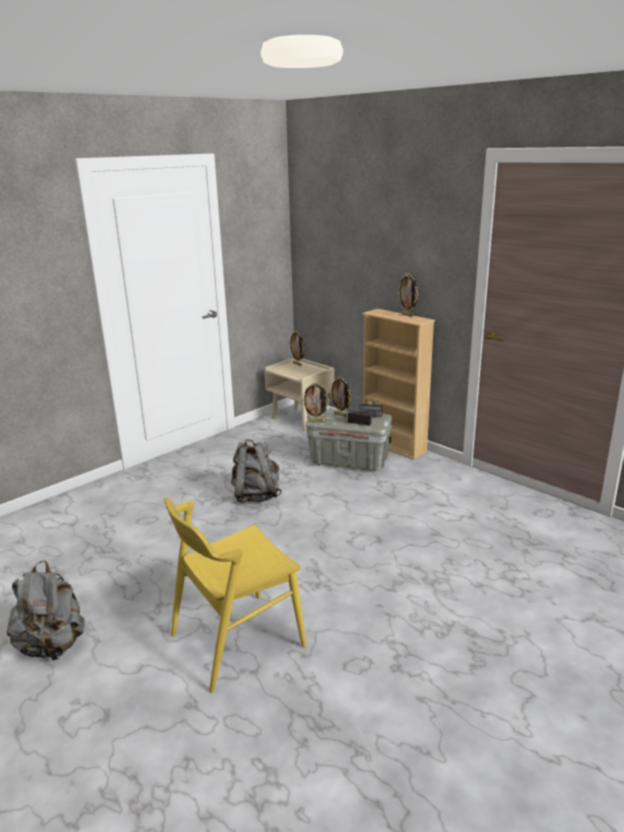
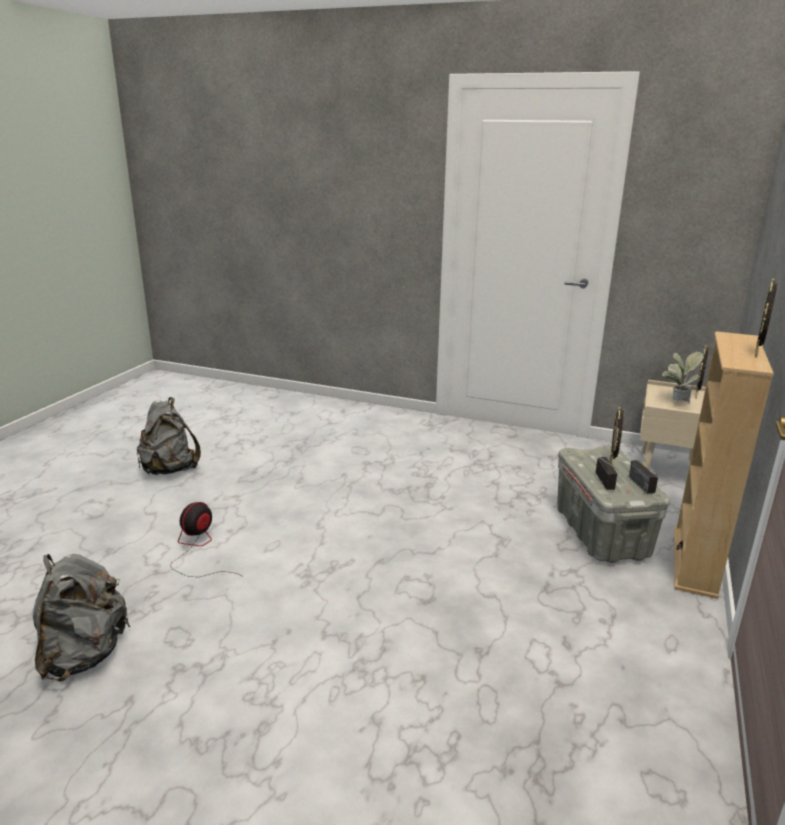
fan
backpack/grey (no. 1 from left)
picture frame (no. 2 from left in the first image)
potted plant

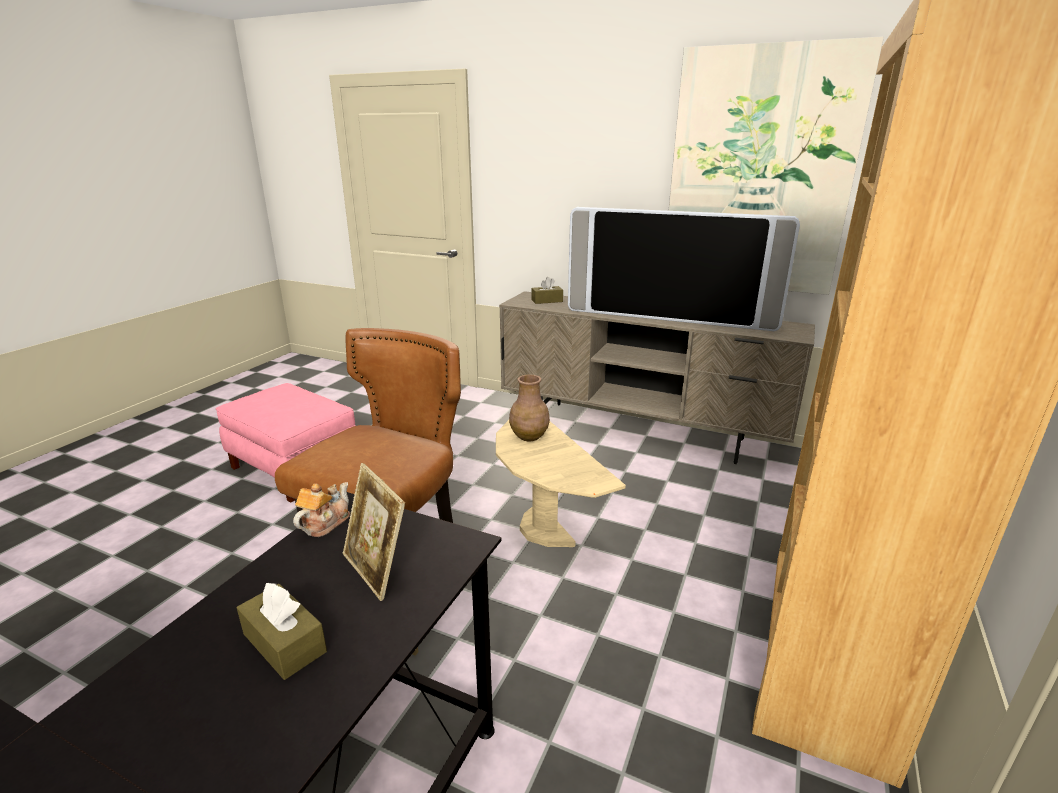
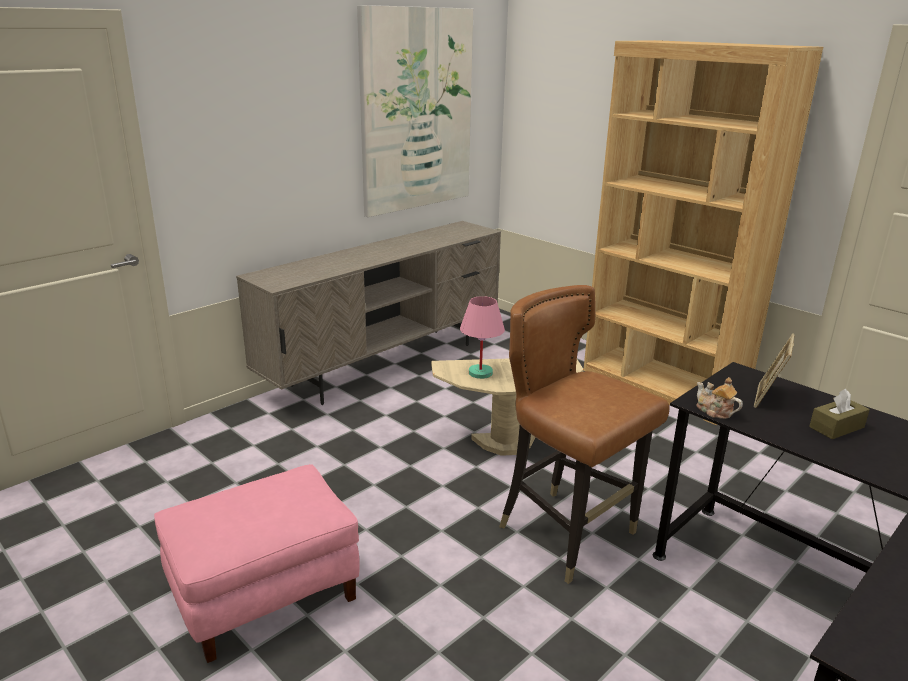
picture frame
table lamp/pink
tissue box/brown (no. 2 from left in the first image)
television

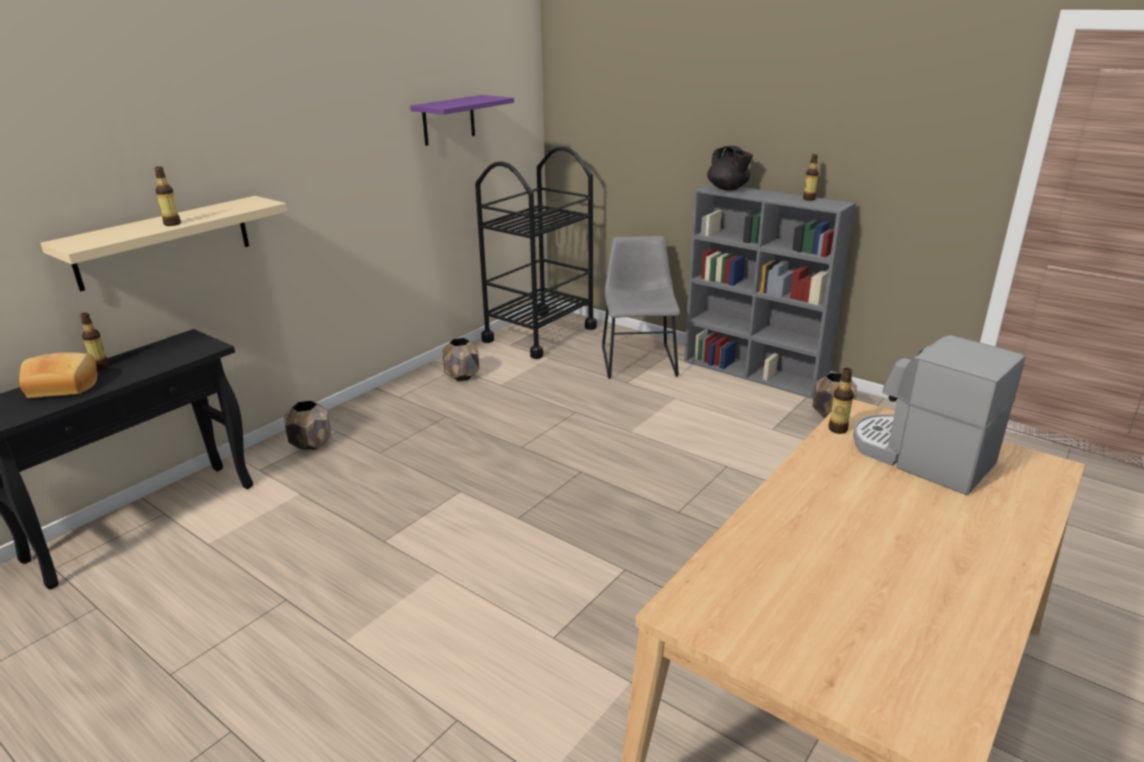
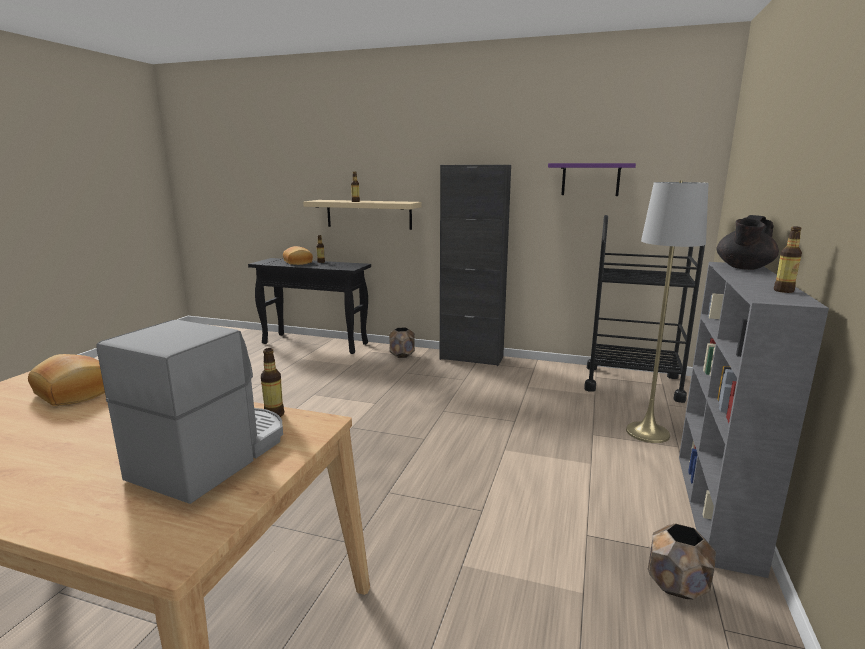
planter/brown (no. 2 from left in the first image)
floor lamp/grey
bread (no. 1 from left)
cabinet/black

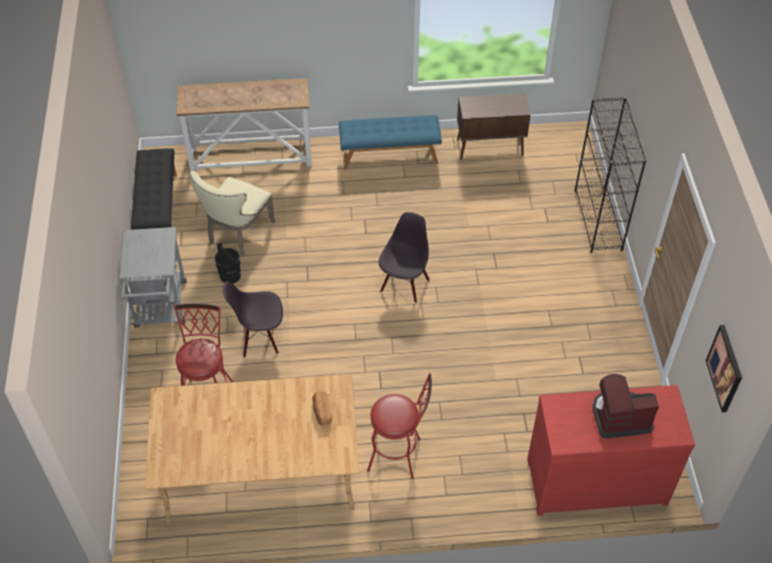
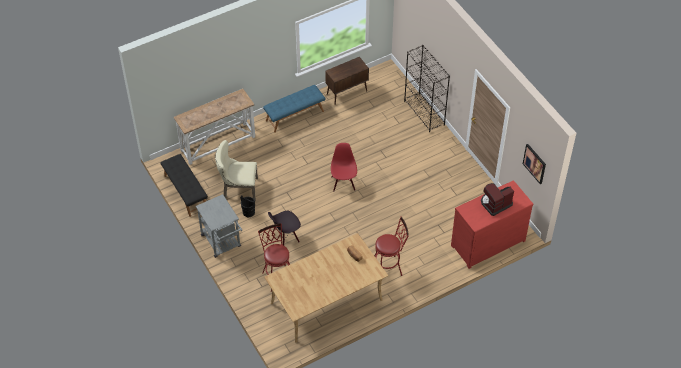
chair/beige
chair/red

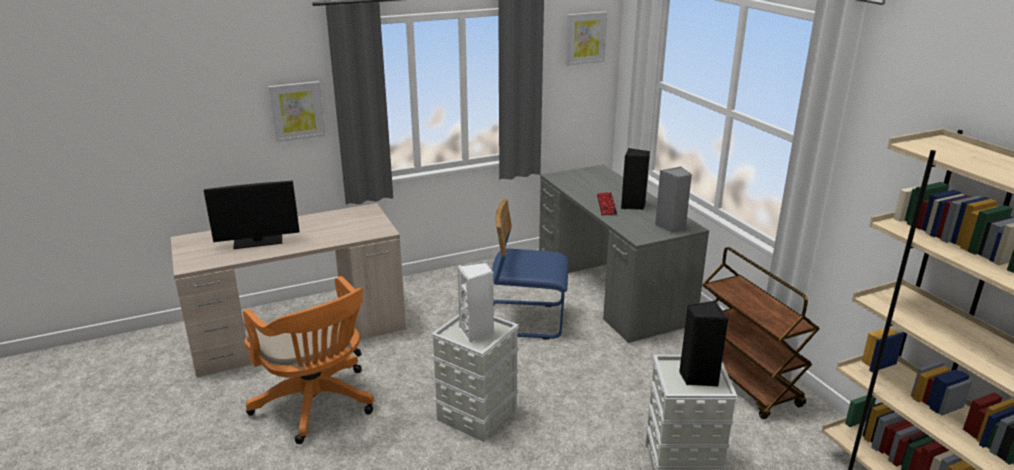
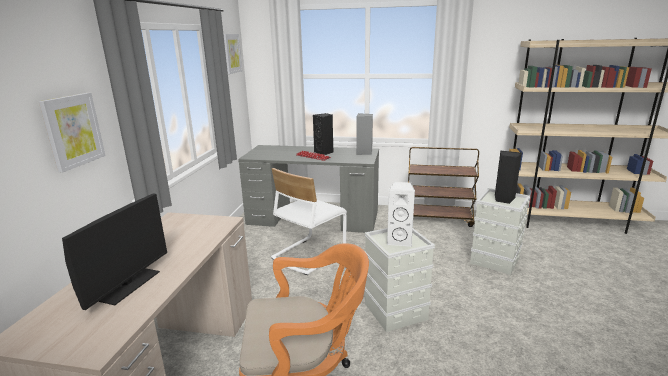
chair/white

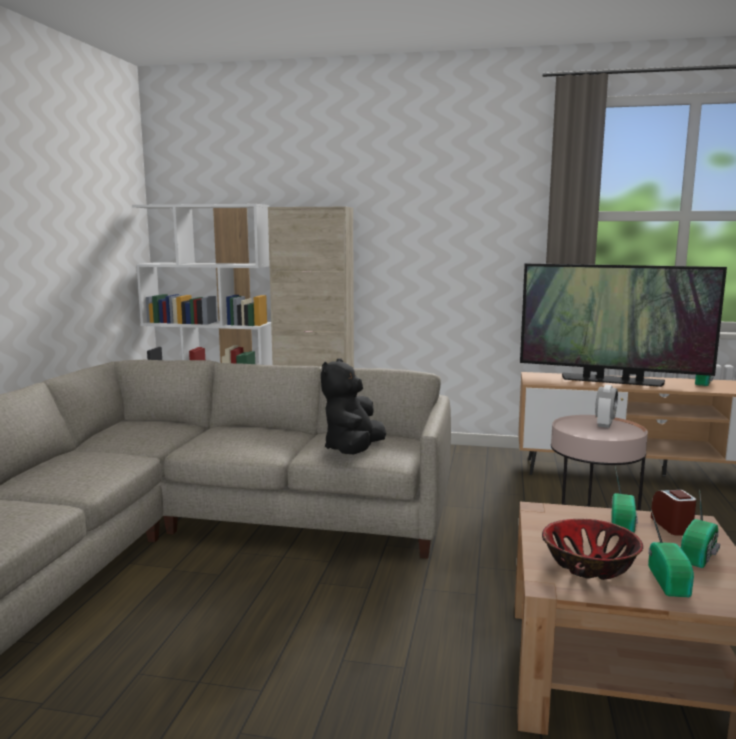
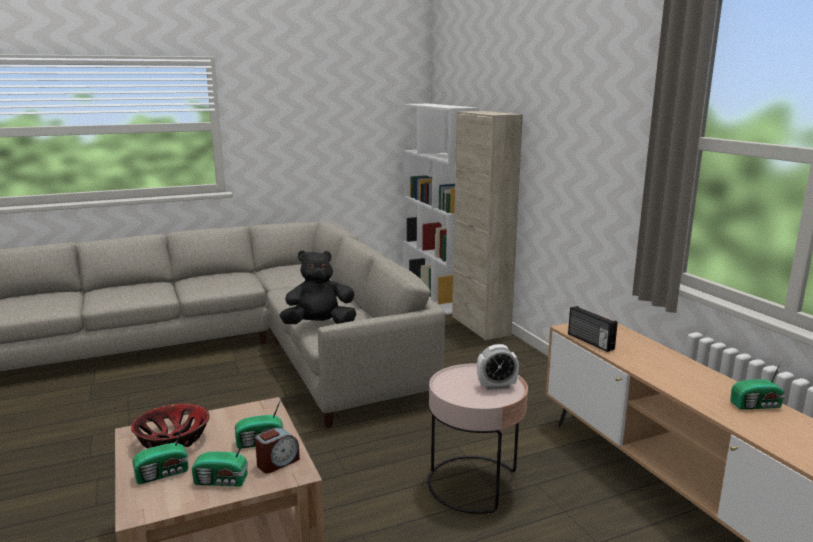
television
radio (no. 4 from left)

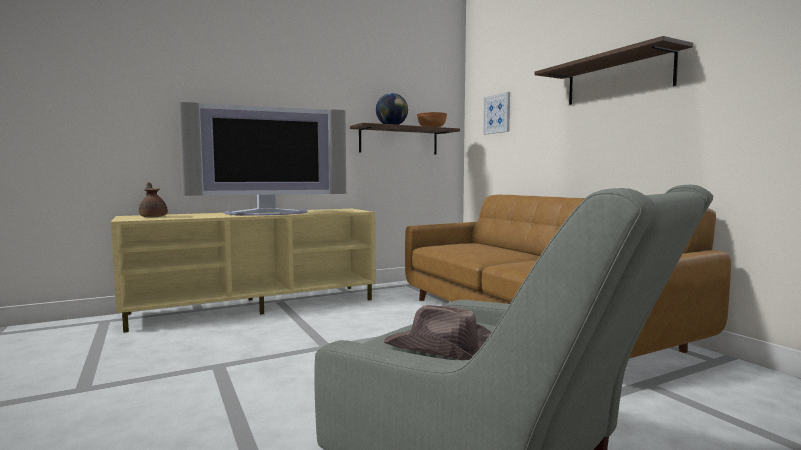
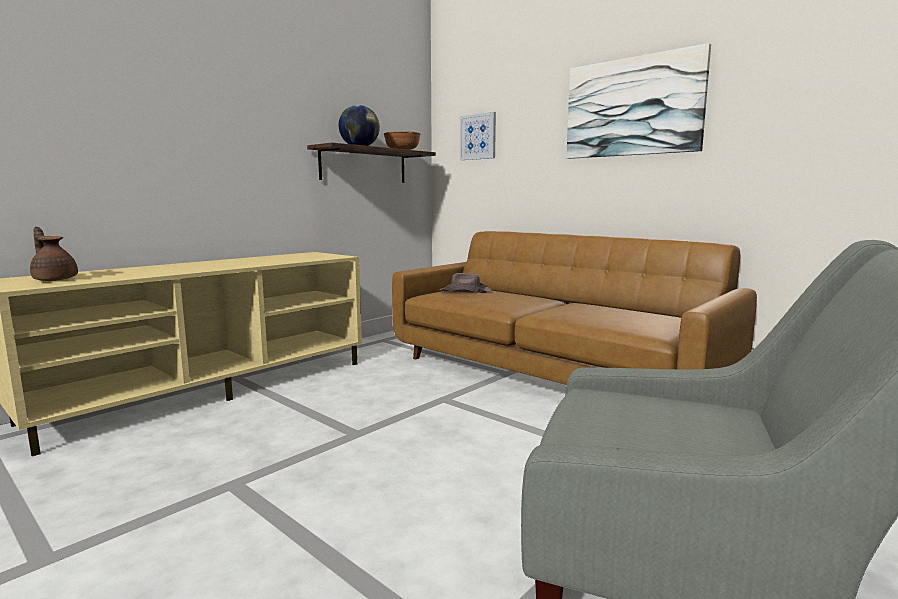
television
hat/brown
picture (no. 2 from left)

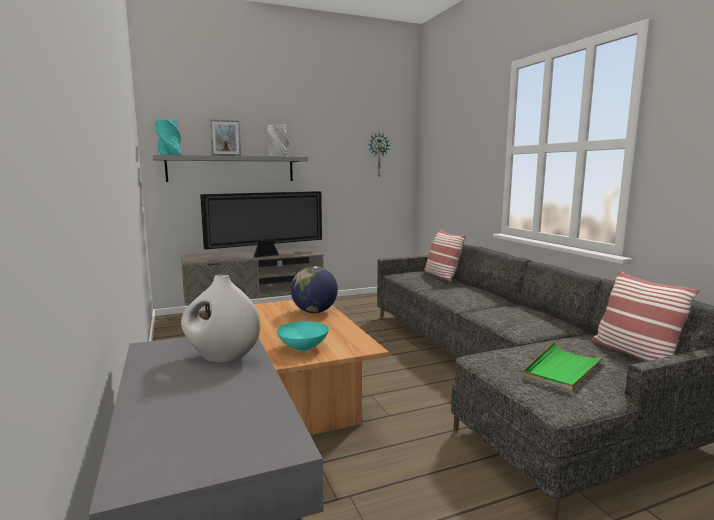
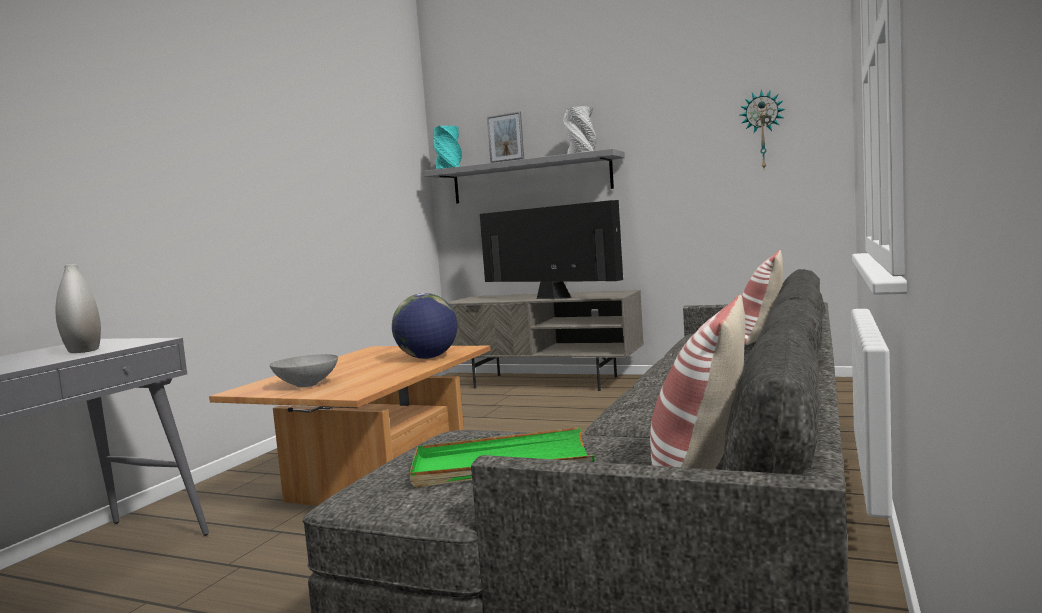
television
bowl/grey

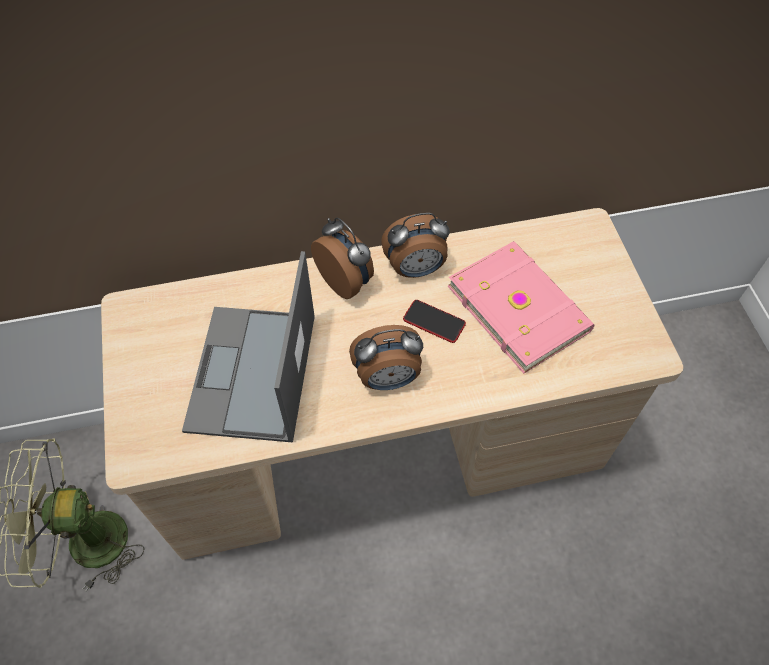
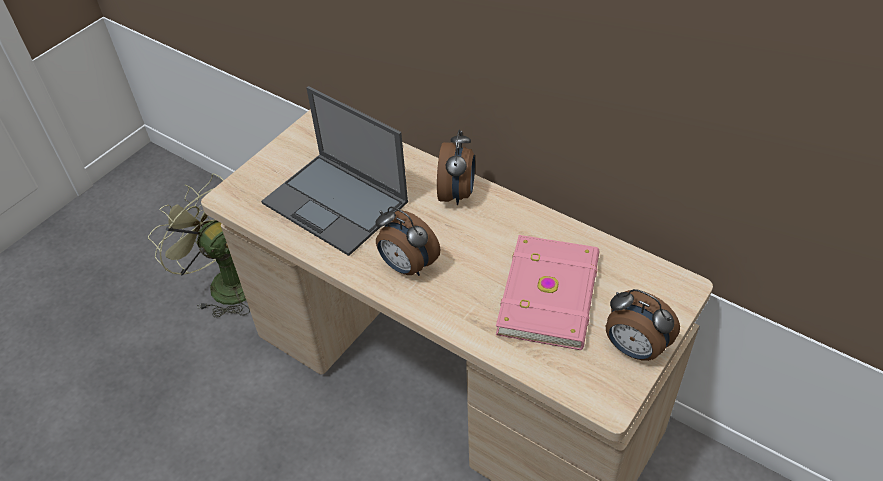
laptop
alarm clock (no. 3 from left)
phone

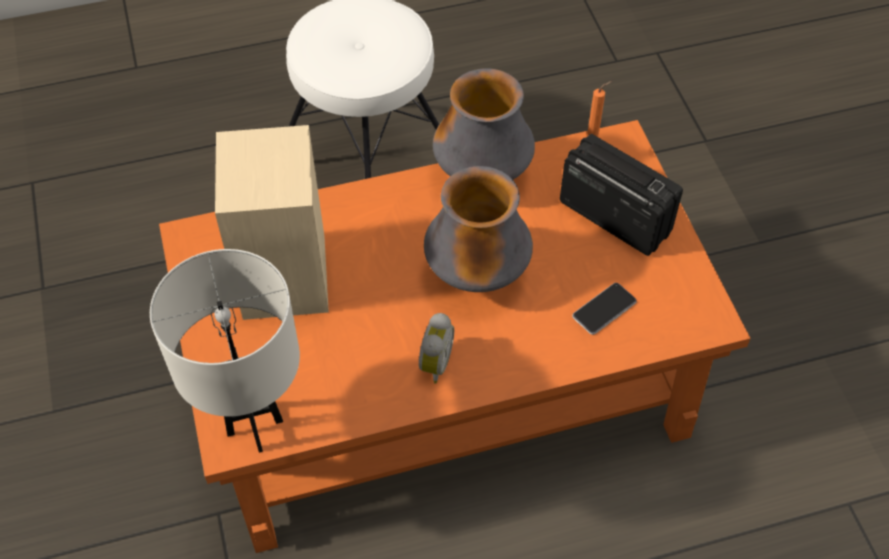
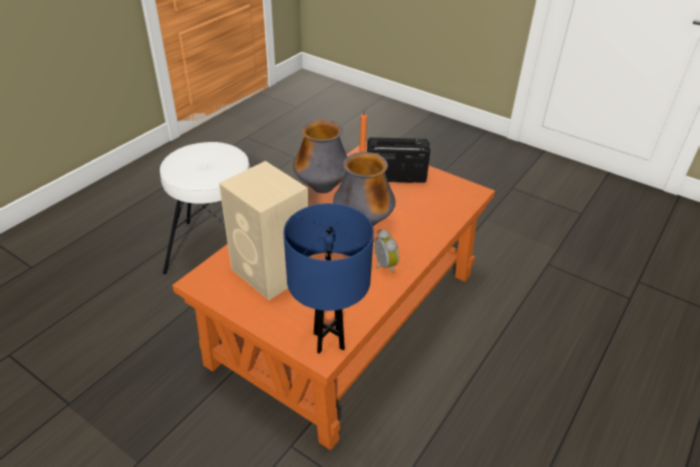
table lamp/blue
phone

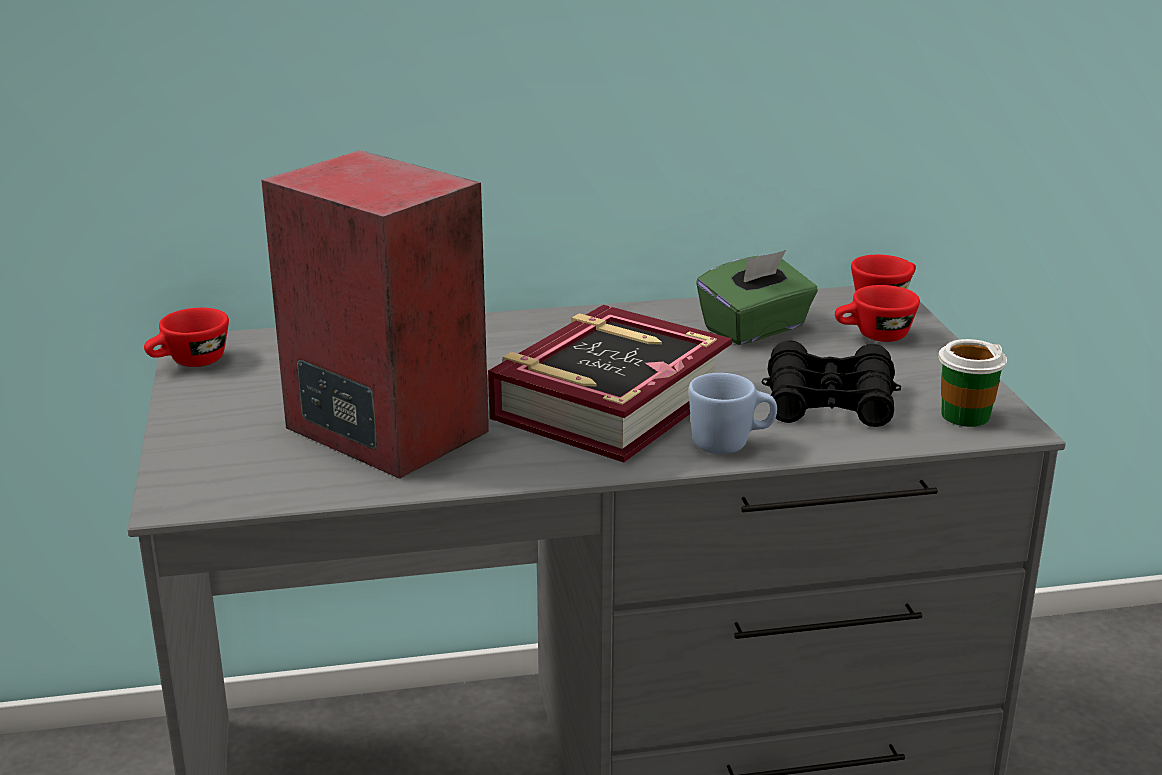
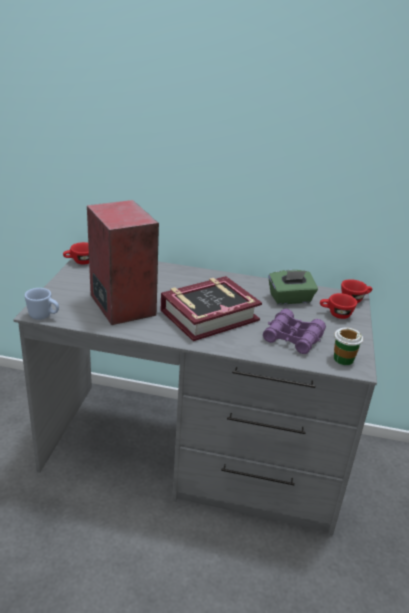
mug/blue
binoculars/purple

